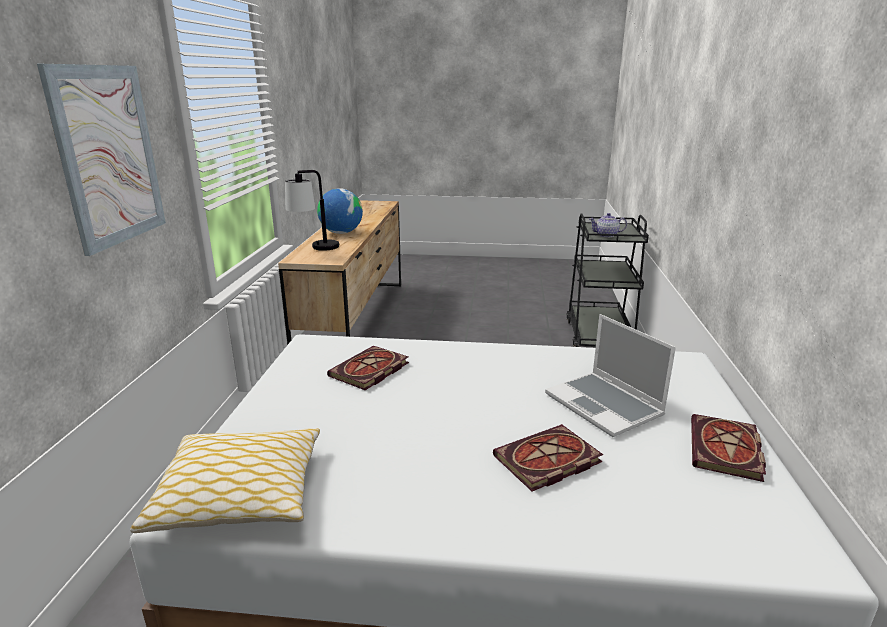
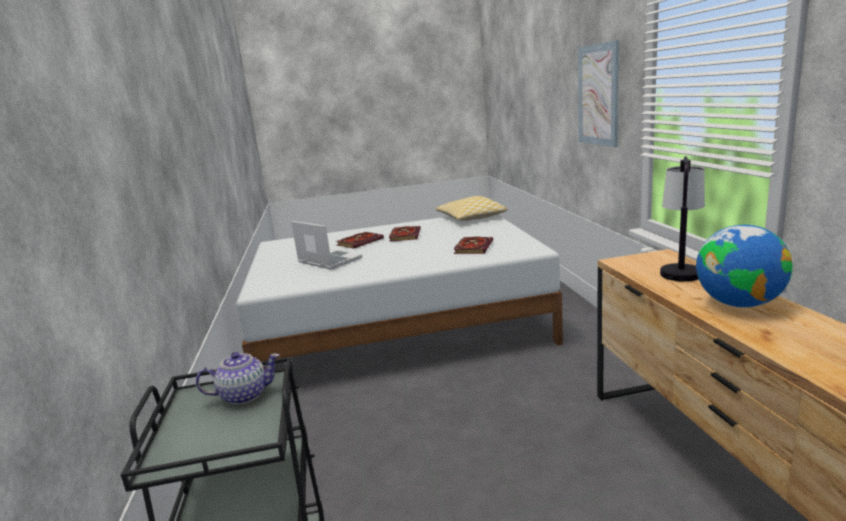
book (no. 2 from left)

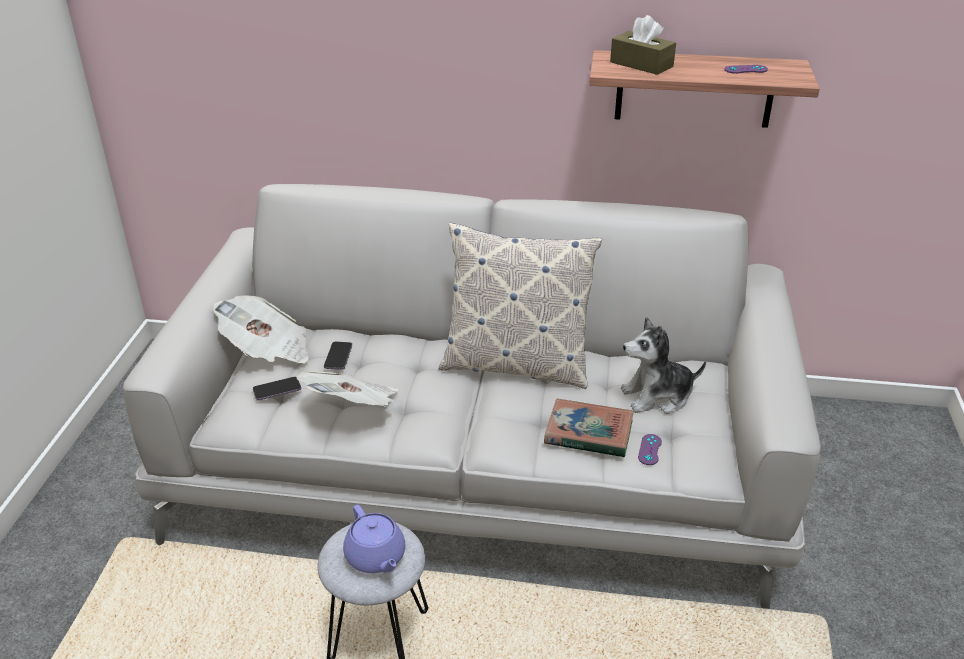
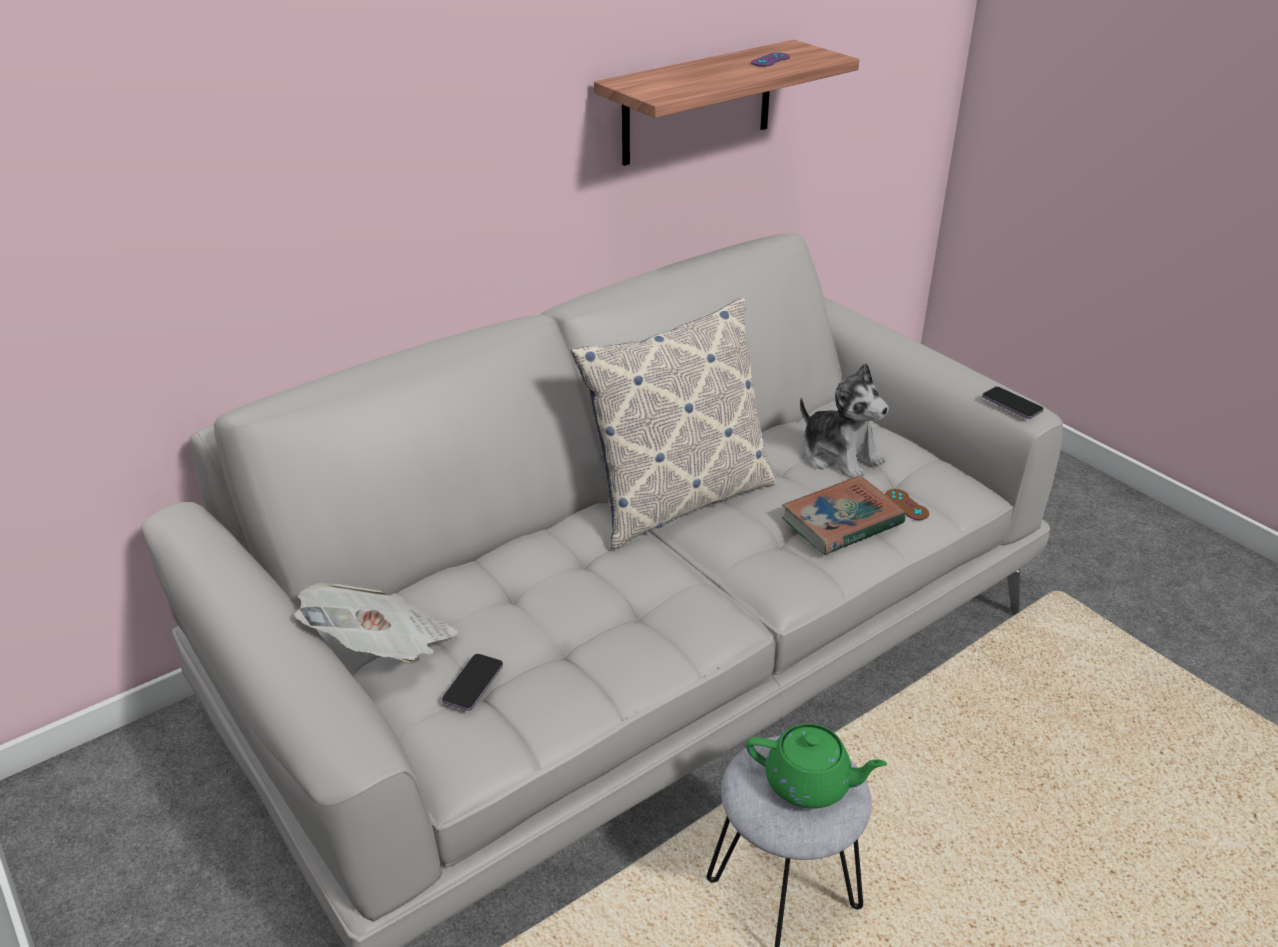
newspaper (no. 2 from left in the first image)
phone (no. 2 from left)
teapot/green
tissue box/brown
plush toy
game controller/brown

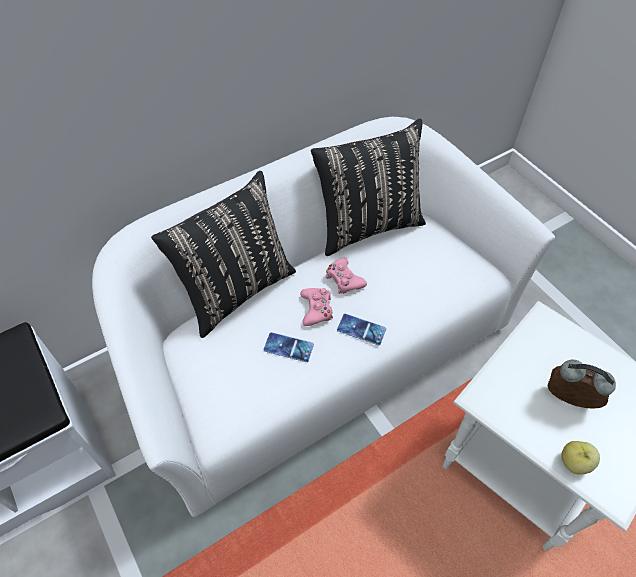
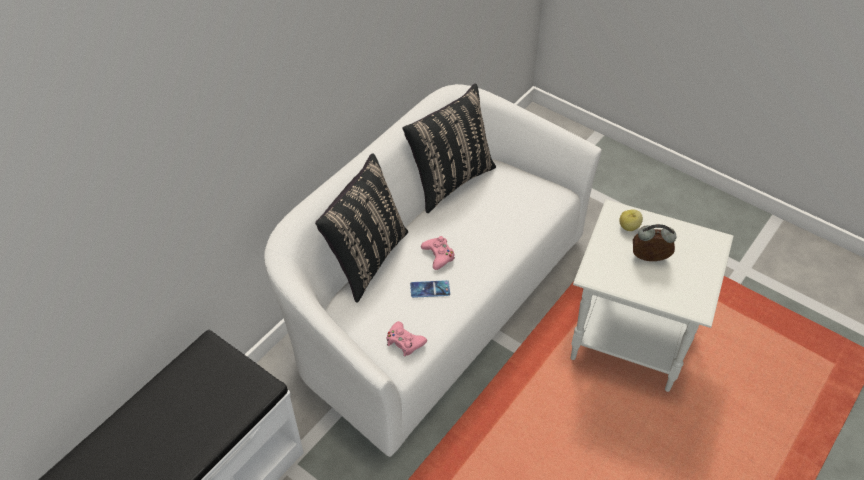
game controller/pink (no. 1 from left)
phone (no. 2 from left in the first image)
apple

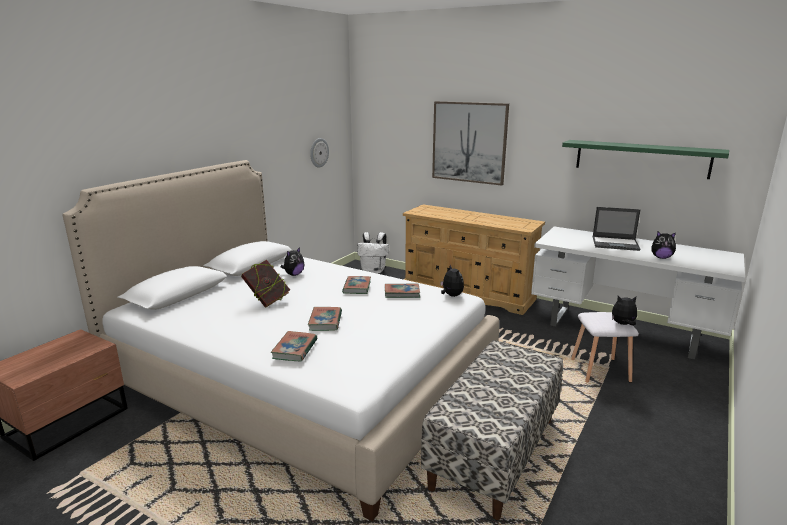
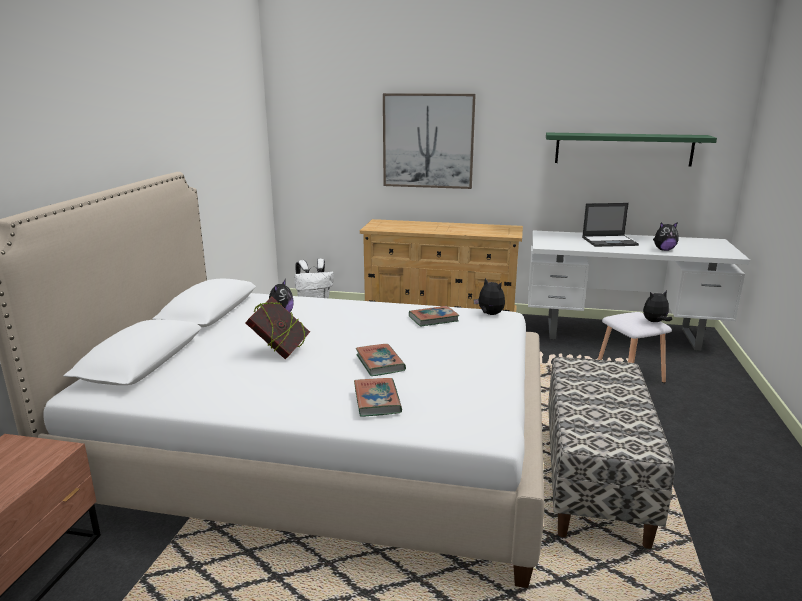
wall clock
book (no. 4 from left in the first image)

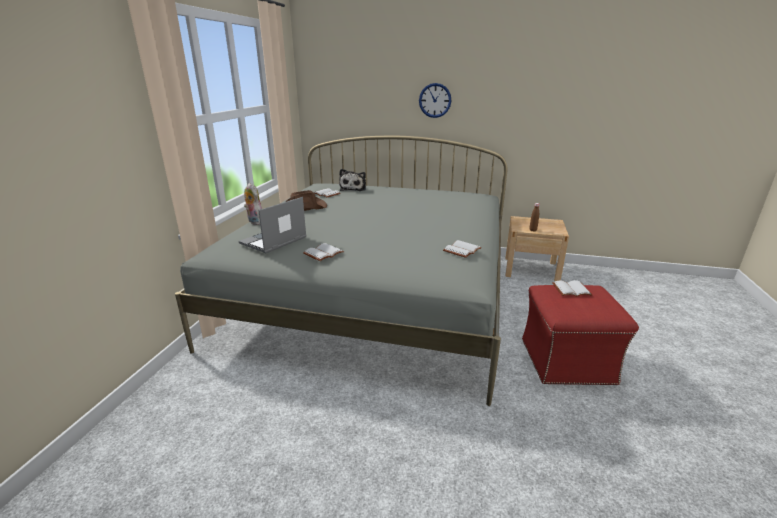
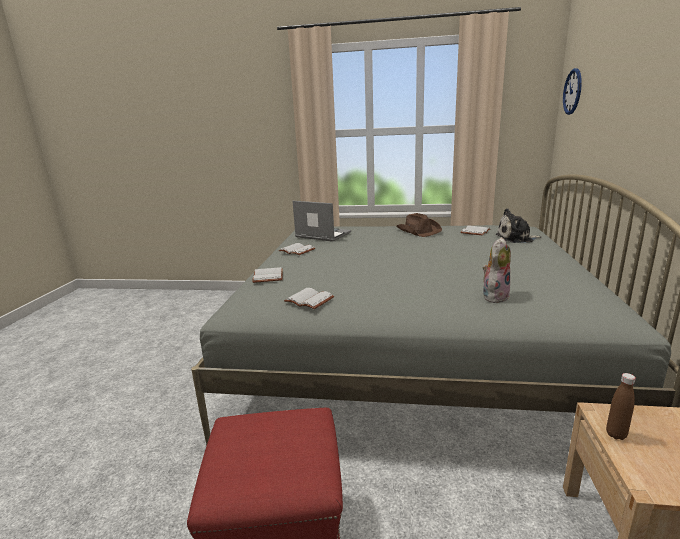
plush toy (no. 1 from left)
wall clock
book/white (no. 1 from left)

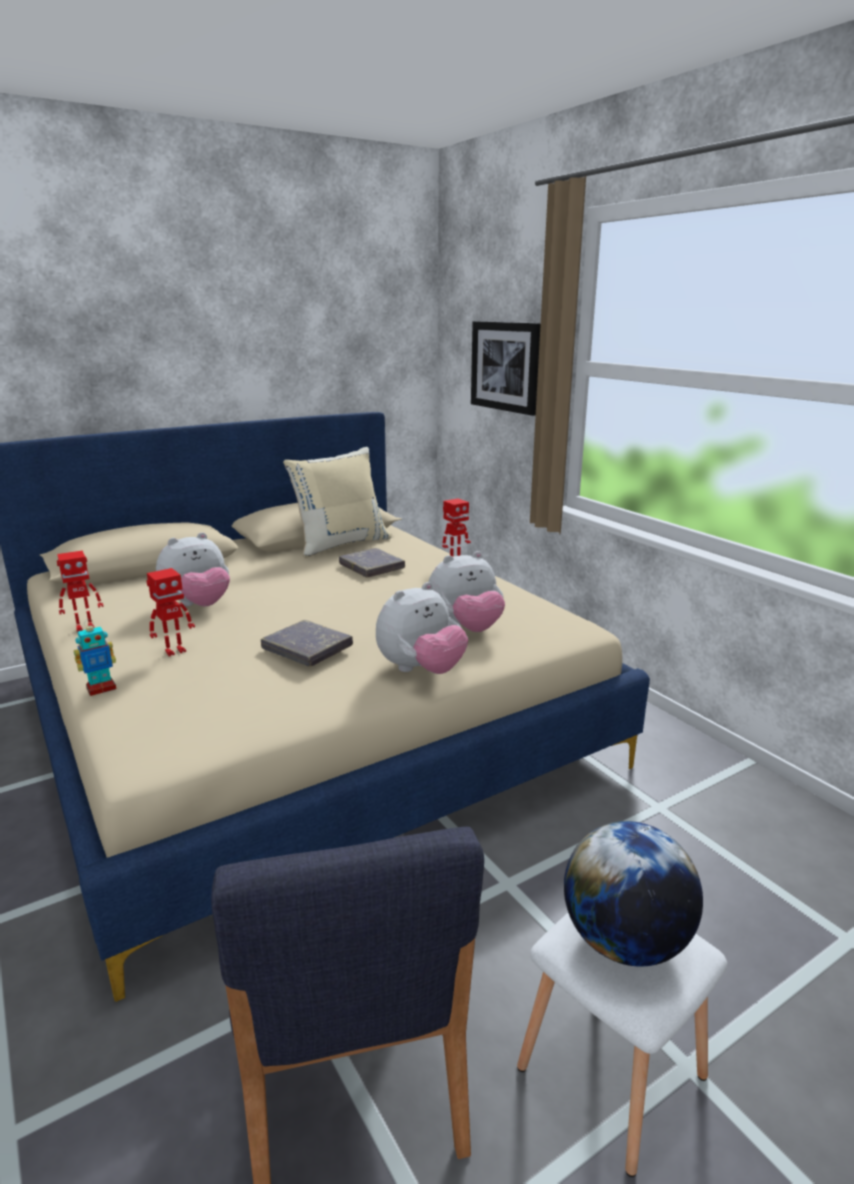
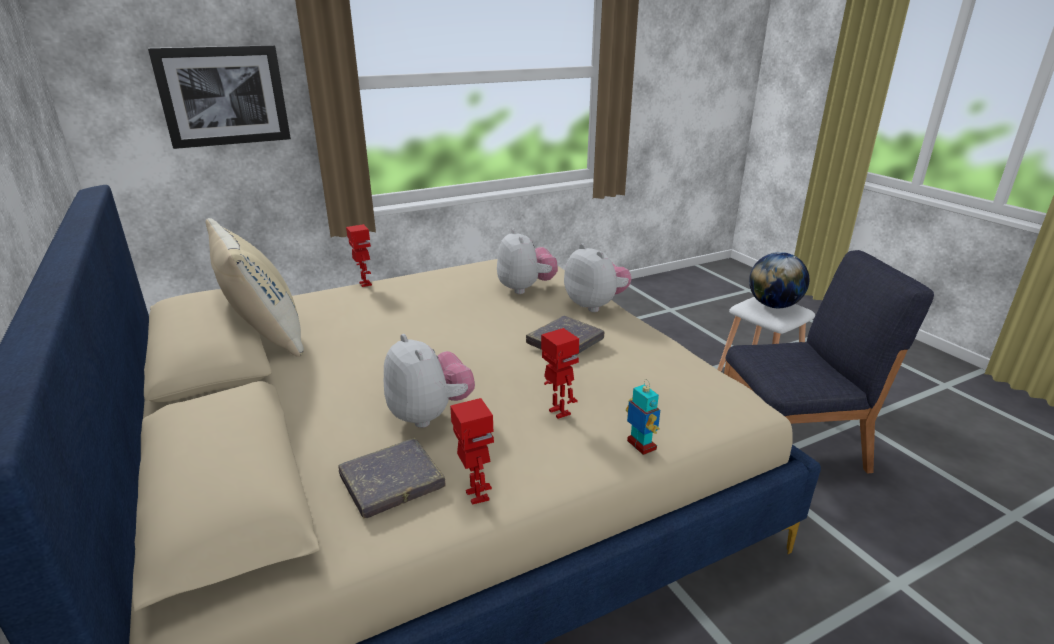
book/grey (no. 1 from left)

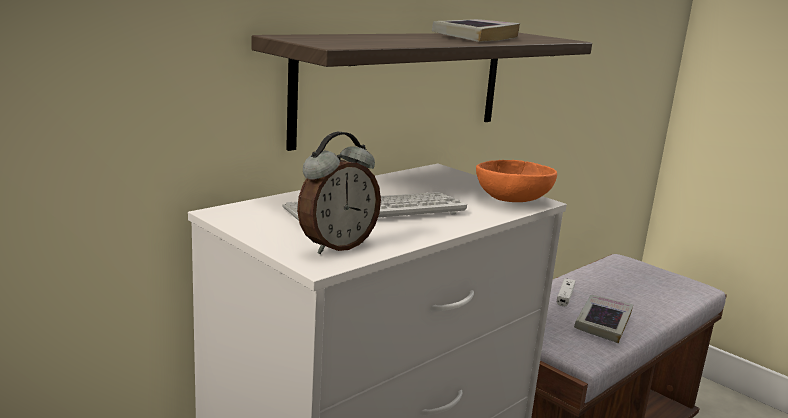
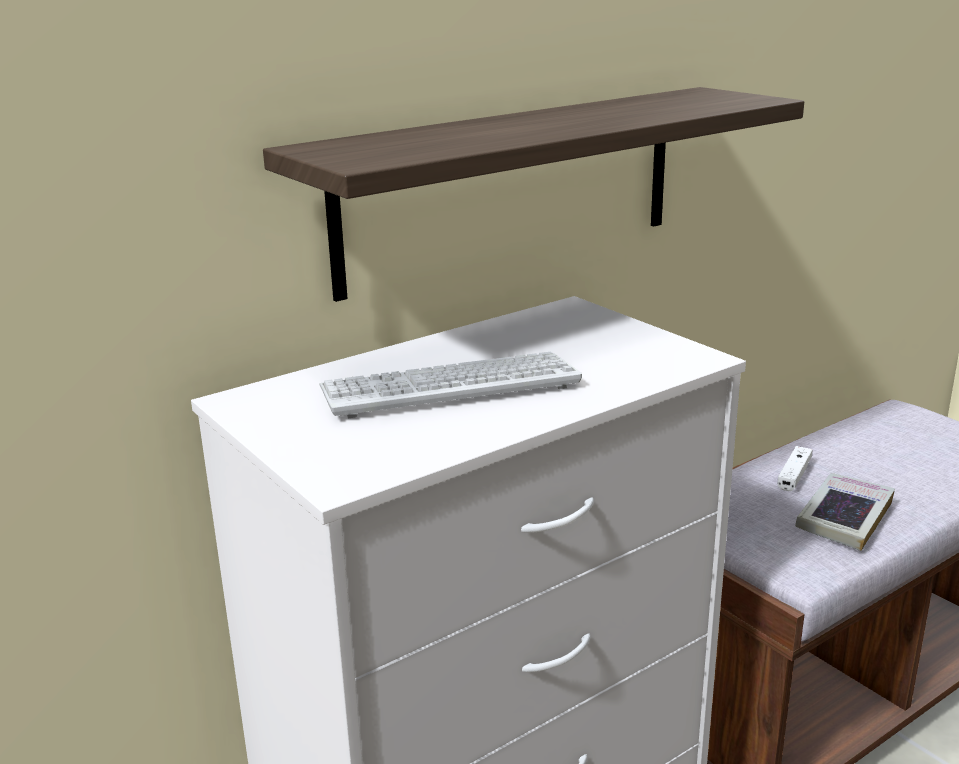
alarm clock
book (no. 1 from left in the first image)
bowl/orange

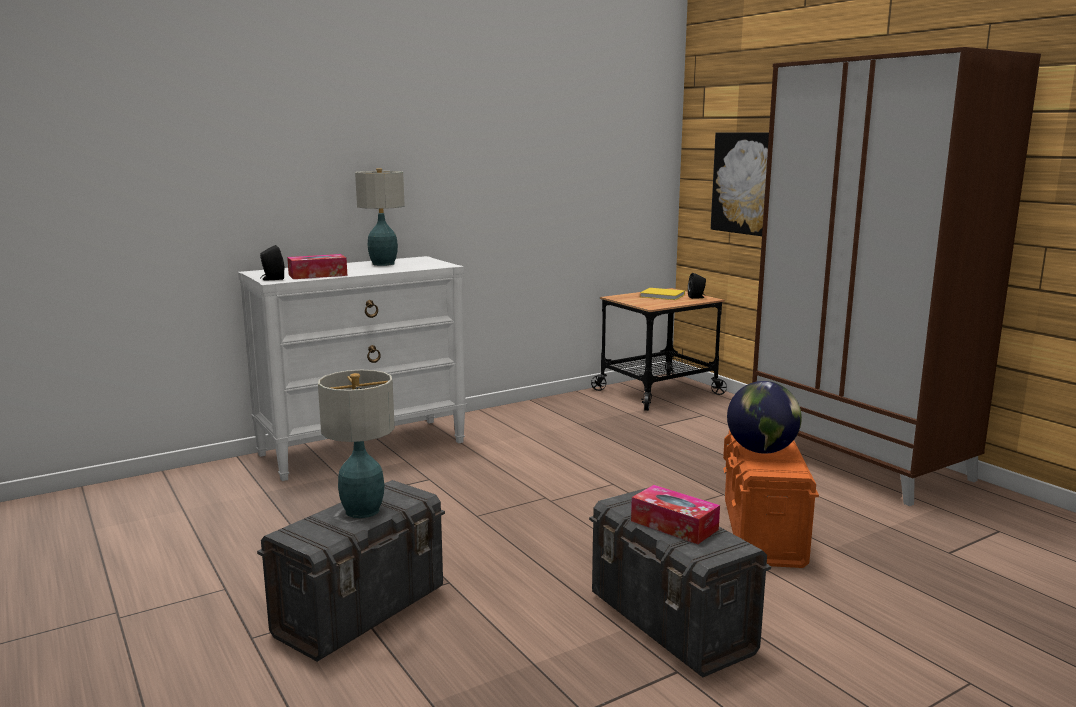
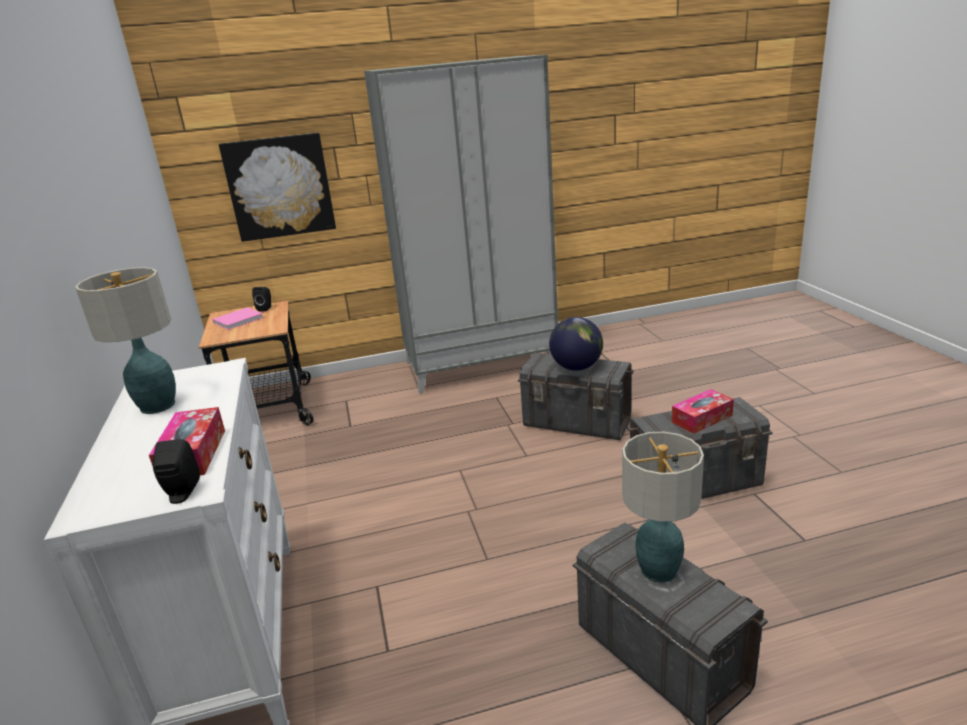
book/pink
storage box/grey (no. 1 from left)
wardrobe/grey

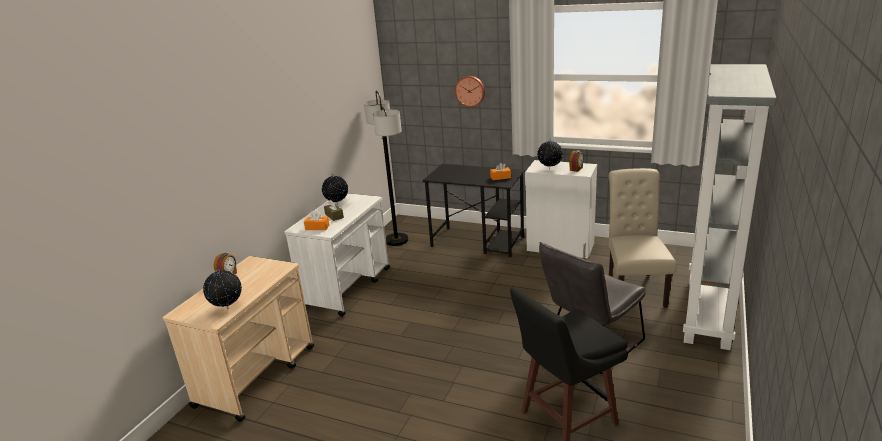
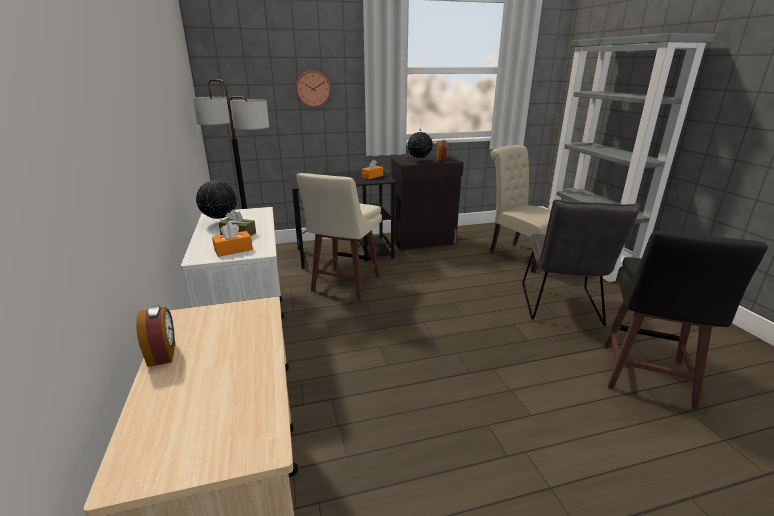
globe (no. 1 from left in the first image)
cabinet/black
stool/beige

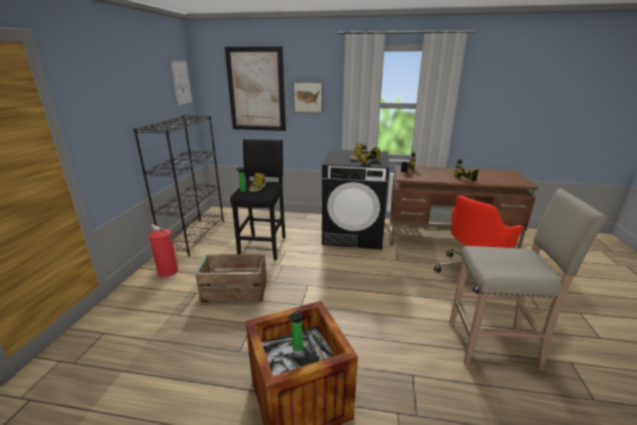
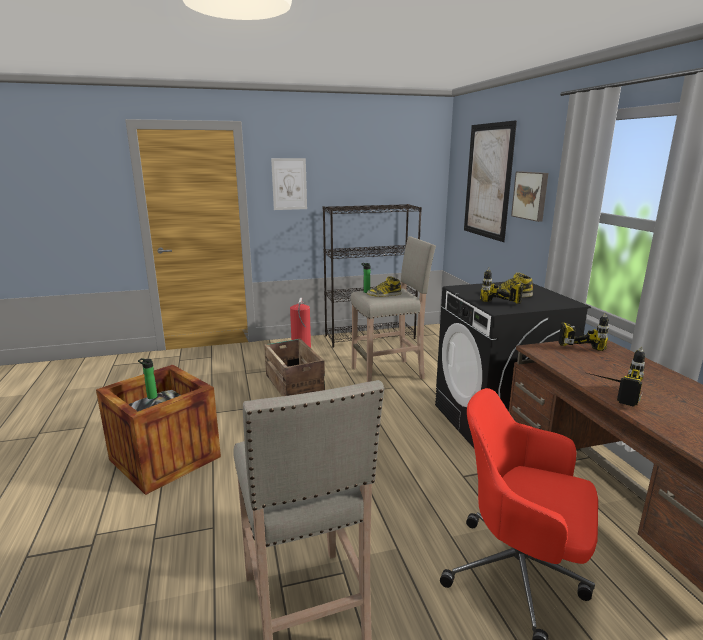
picture (no. 1 from left)
stool/beige (no. 2 from left)

